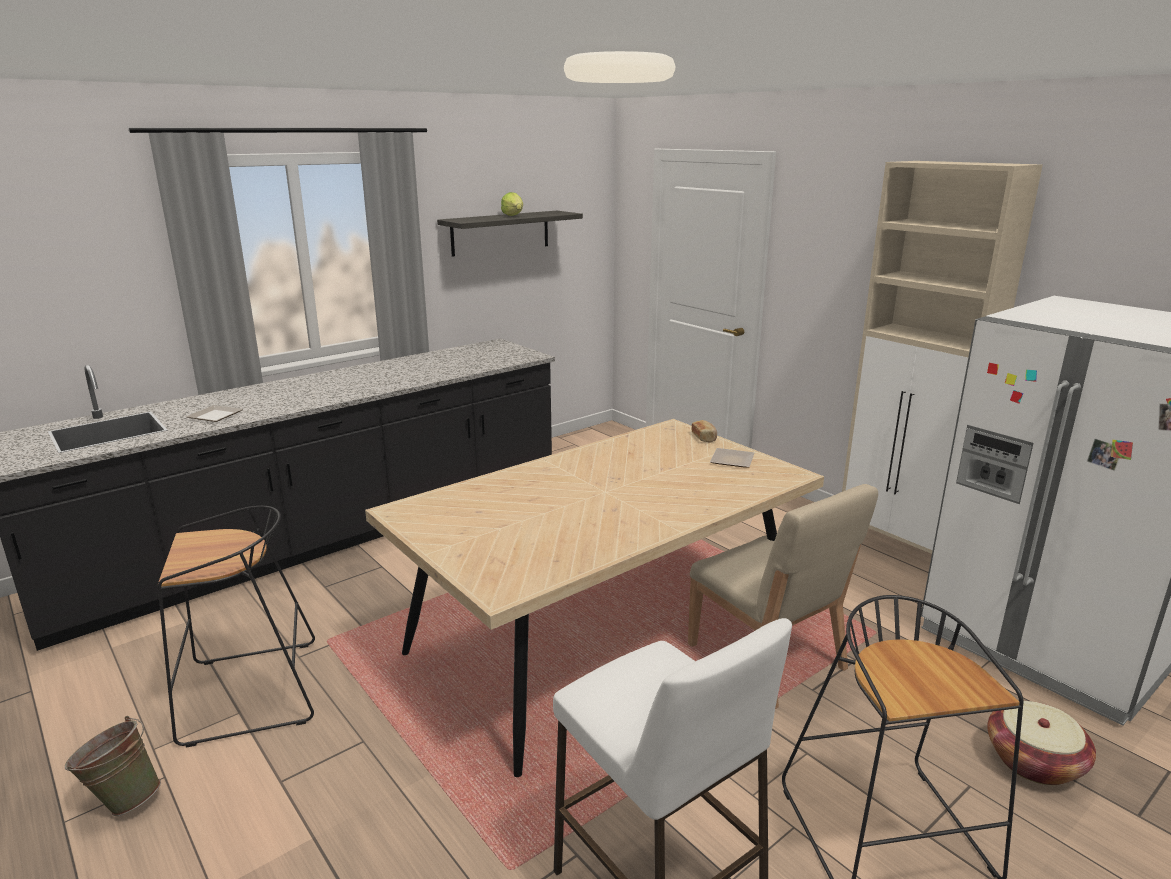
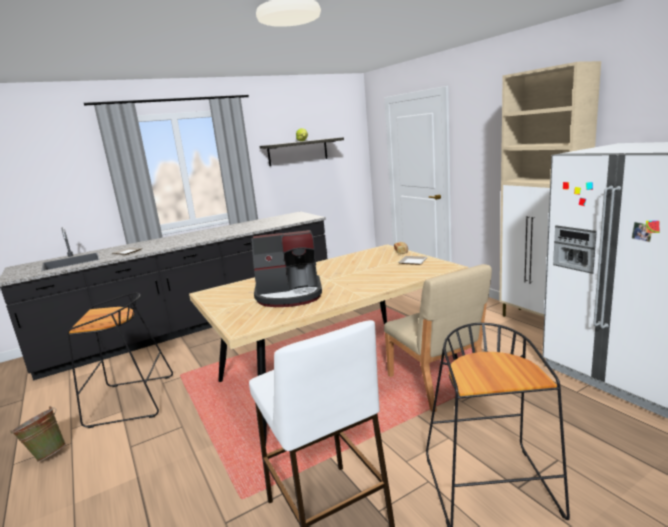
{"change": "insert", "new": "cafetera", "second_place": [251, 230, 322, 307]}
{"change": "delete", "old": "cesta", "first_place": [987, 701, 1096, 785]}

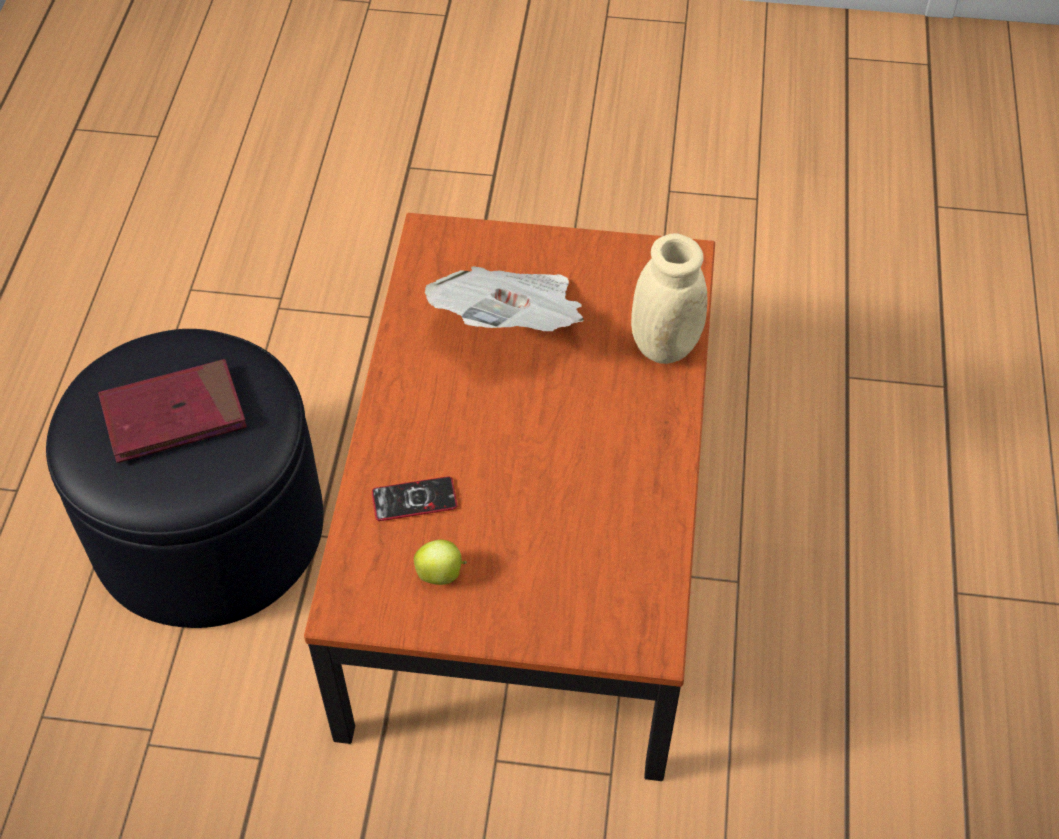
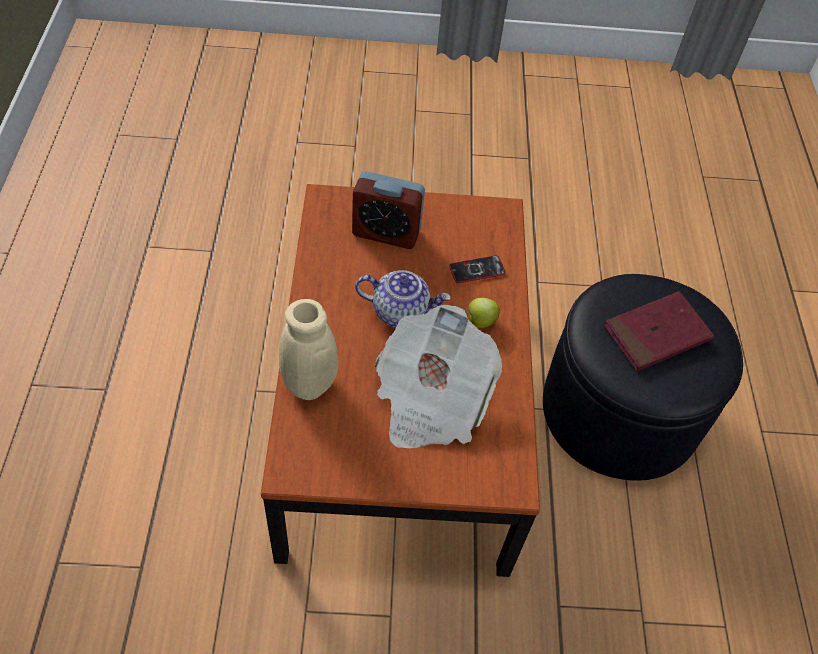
{"change": "insert", "new": "despertador", "second_place": [352, 171, 425, 249]}
{"change": "insert", "new": "tetera", "second_place": [355, 270, 451, 328]}
{"change": "move", "old": "manzana", "first_place": [414, 540, 467, 585], "second_place": [465, 298, 500, 328]}

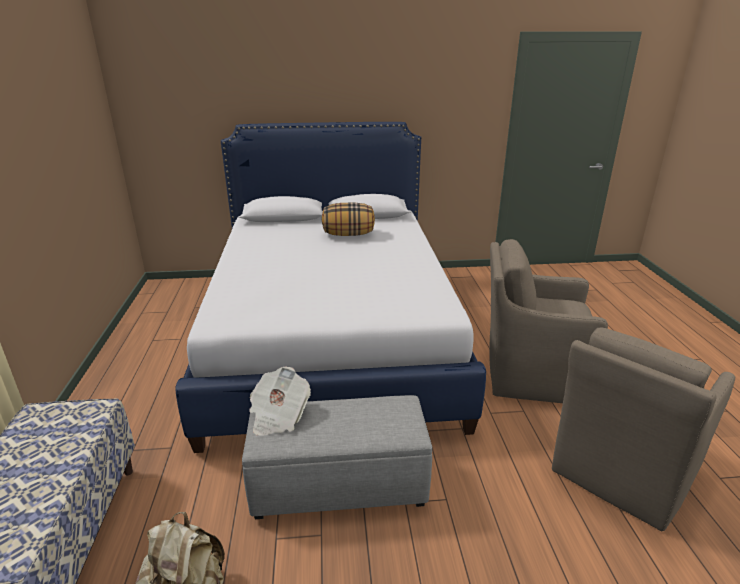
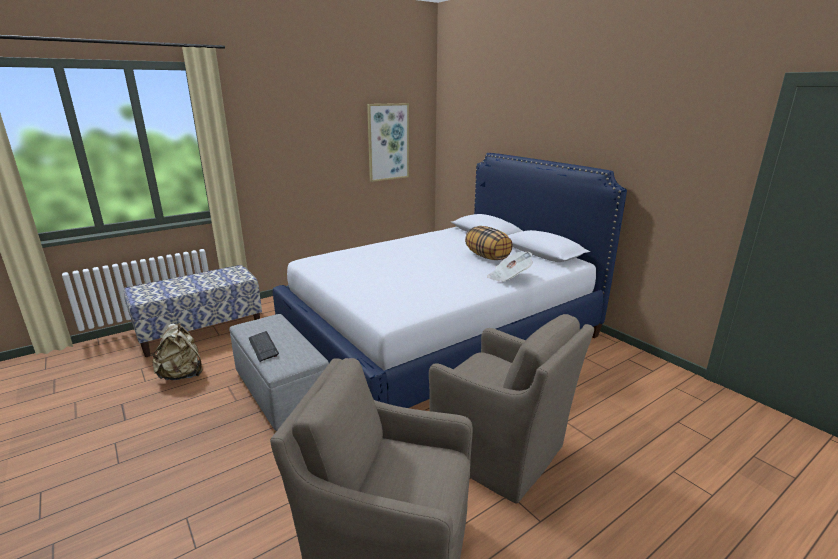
{"change": "insert", "new": "teclado", "second_place": [249, 331, 279, 362]}
{"change": "insert", "new": "cuadro", "second_place": [367, 103, 409, 182]}
{"change": "rotate", "old": "sillón/marrón", "first_place": [489, 239, 608, 403], "second_place": [429, 314, 594, 504], "degrees": 150}
{"change": "move", "old": "periódico", "first_place": [249, 367, 311, 436], "second_place": [487, 252, 533, 282]}

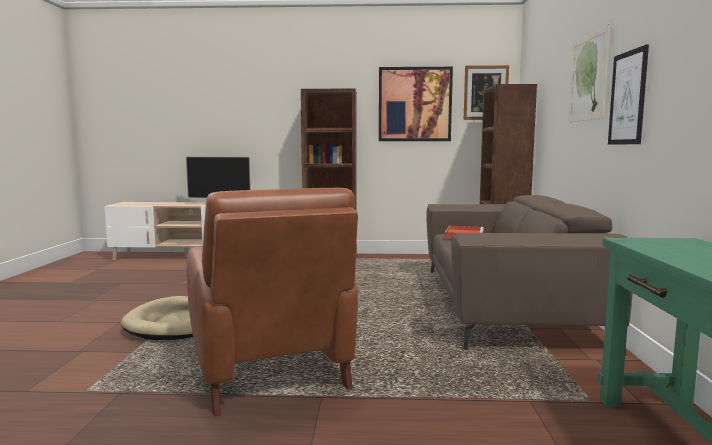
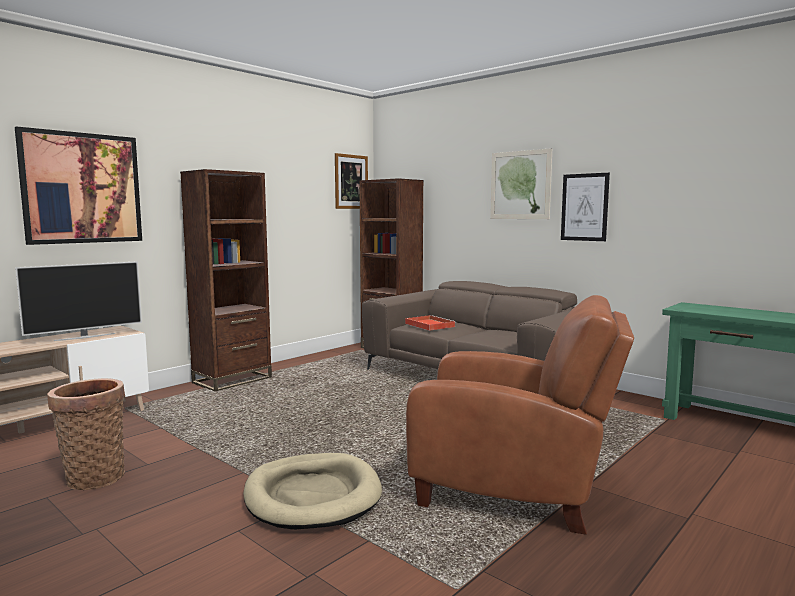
{"change": "move", "old": "cuadro", "first_place": [379, 67, 453, 141], "second_place": [15, 126, 142, 245]}
{"change": "insert", "new": "cesta", "second_place": [47, 378, 125, 490]}

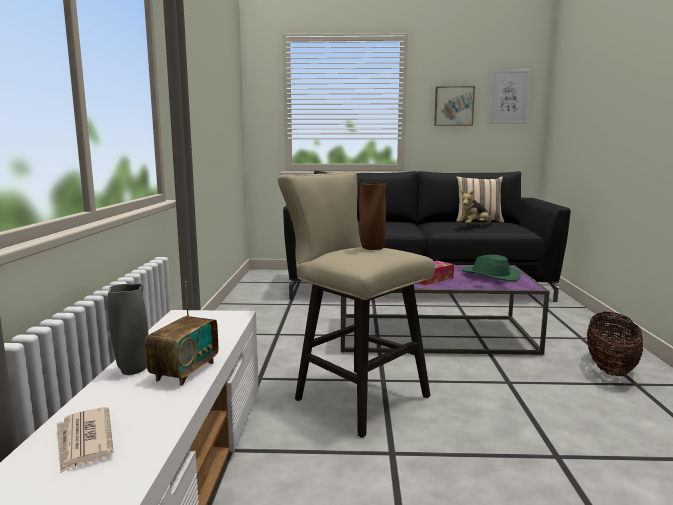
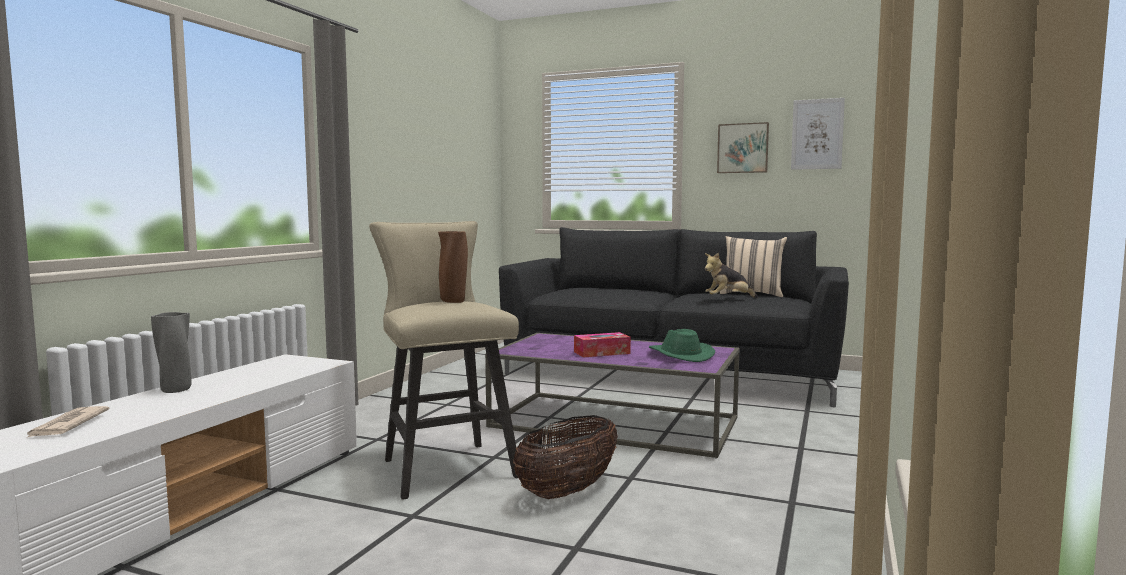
{"change": "move", "old": "cesta", "first_place": [587, 311, 643, 376], "second_place": [513, 415, 618, 499]}
{"change": "delete", "old": "radio", "first_place": [145, 281, 218, 386]}

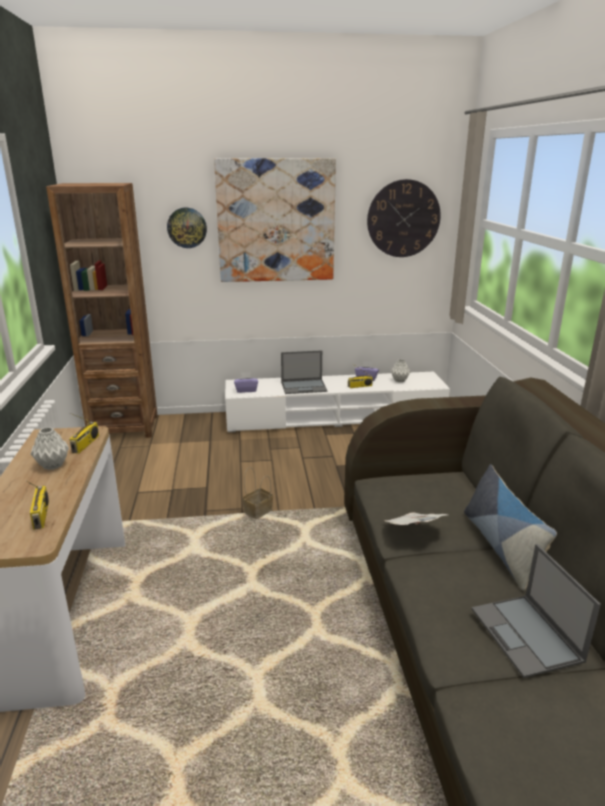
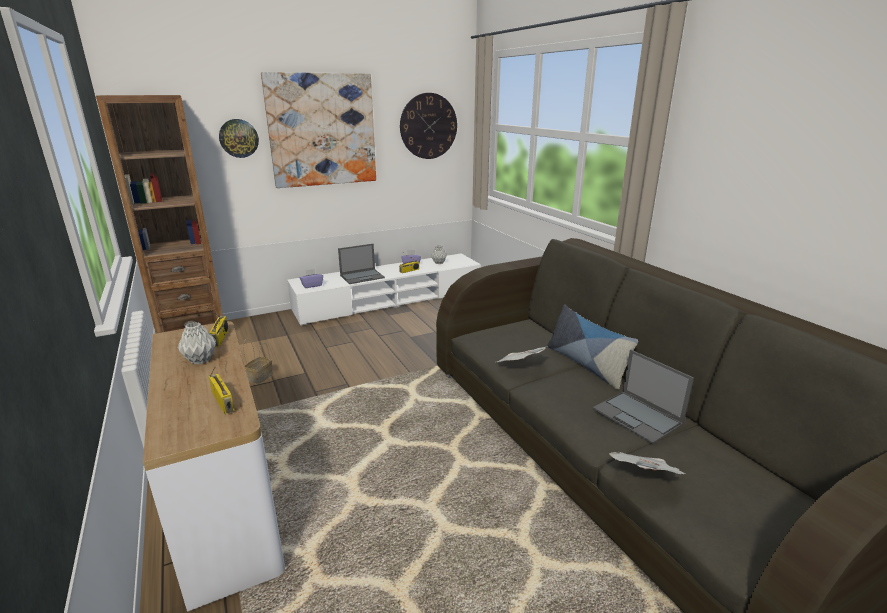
{"change": "move", "old": "cesta", "first_place": [242, 467, 273, 519], "second_place": [243, 339, 273, 384]}
{"change": "insert", "new": "periódico", "second_place": [609, 452, 686, 474]}

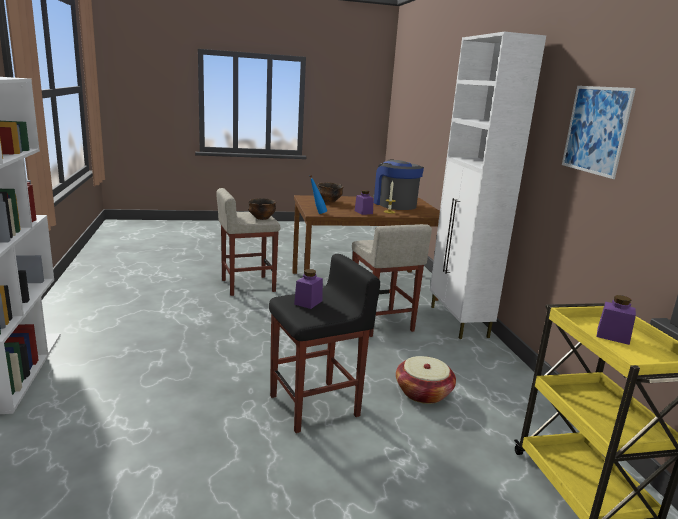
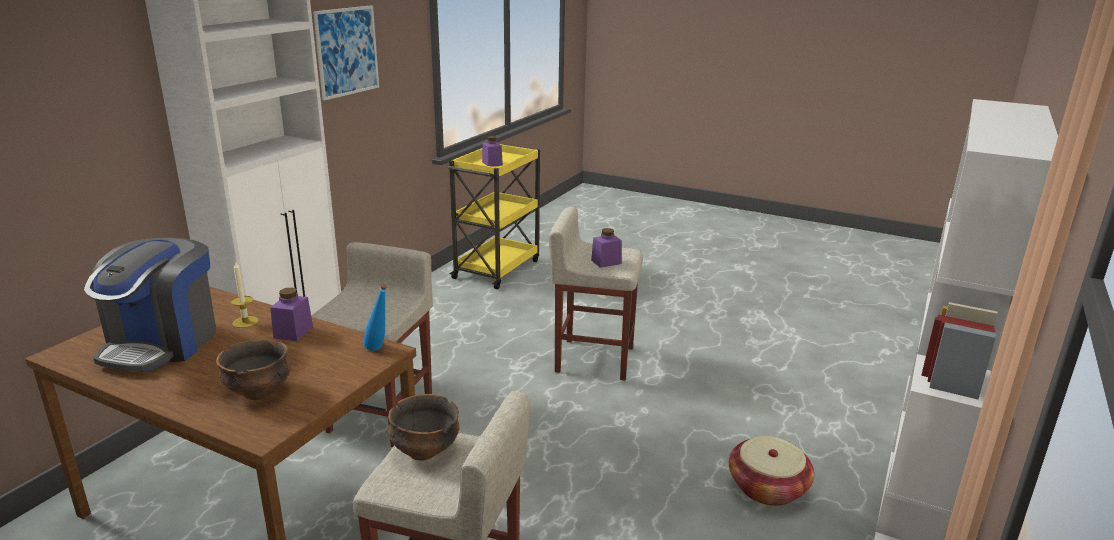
{"change": "recolor", "old": "taburete/negro", "new": "taburete/beis", "first_place": [269, 254, 380, 433], "second_place": [549, 207, 643, 381]}
{"change": "move", "old": "cesta", "first_place": [396, 356, 456, 404], "second_place": [729, 436, 814, 506]}

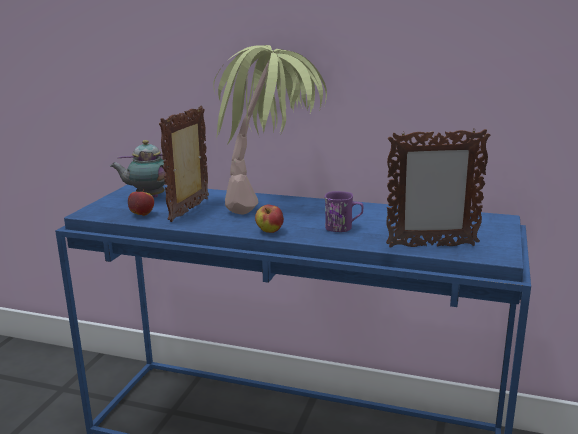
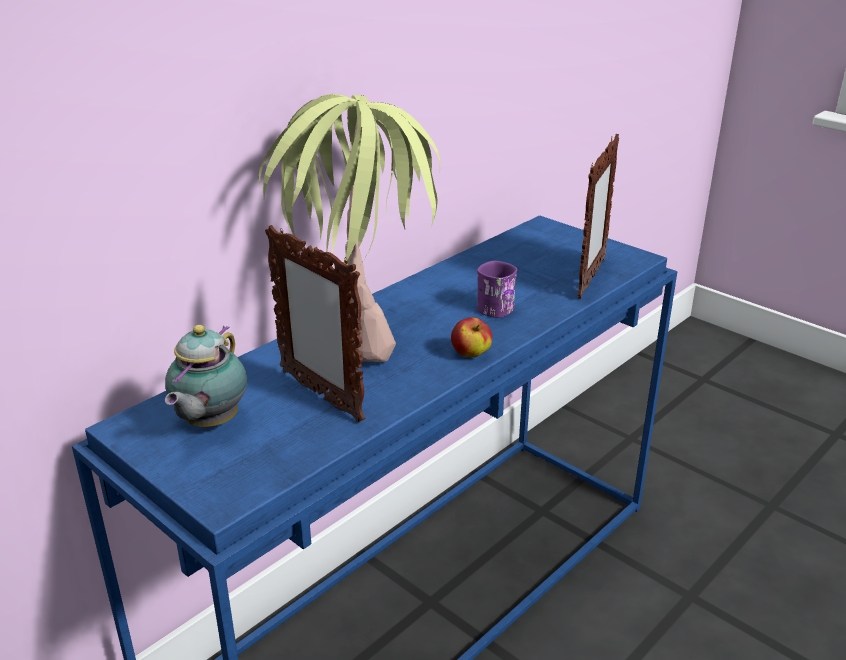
{"change": "delete", "old": "manzana", "first_place": [128, 189, 154, 216]}

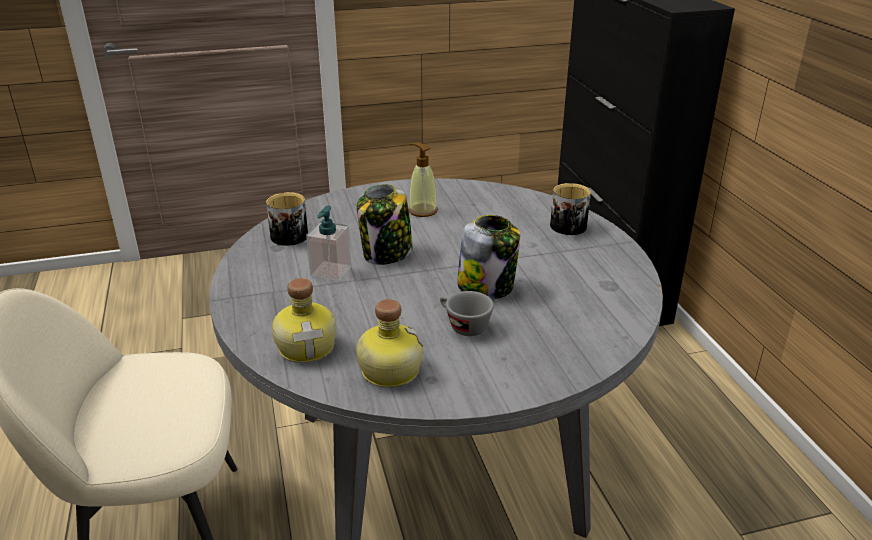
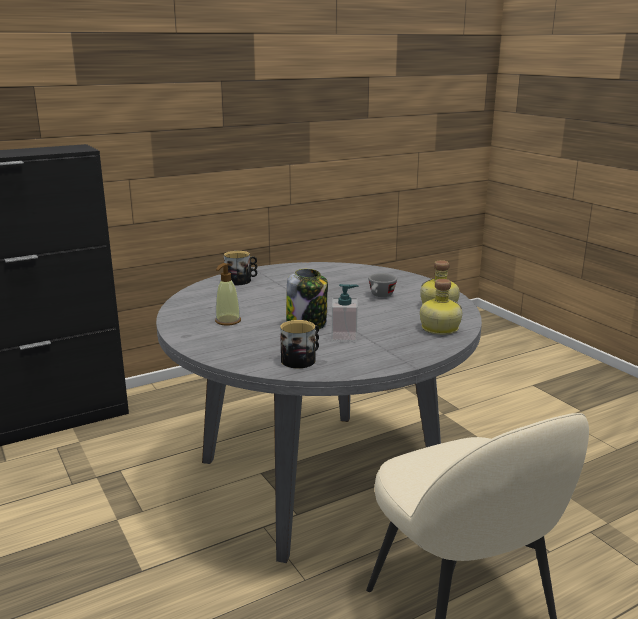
{"change": "delete", "old": "tarro", "first_place": [457, 215, 520, 299]}

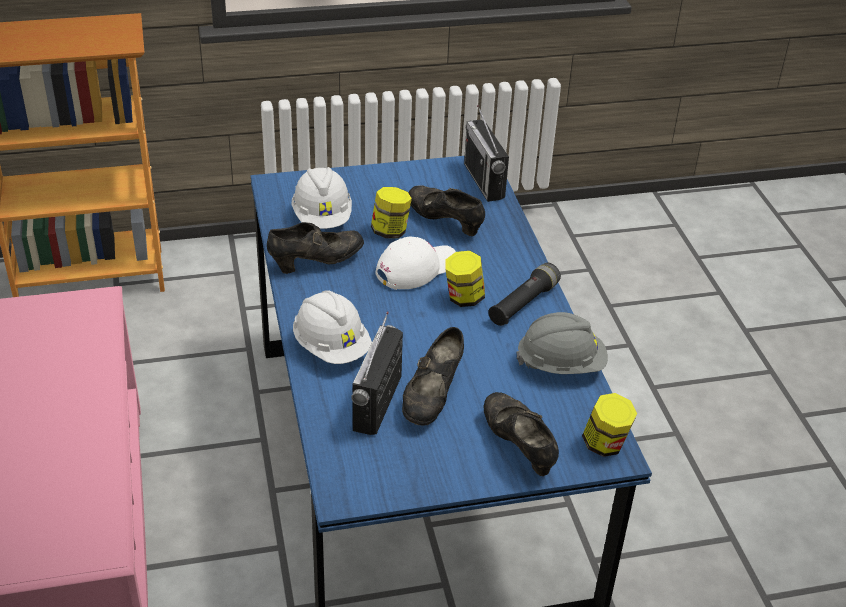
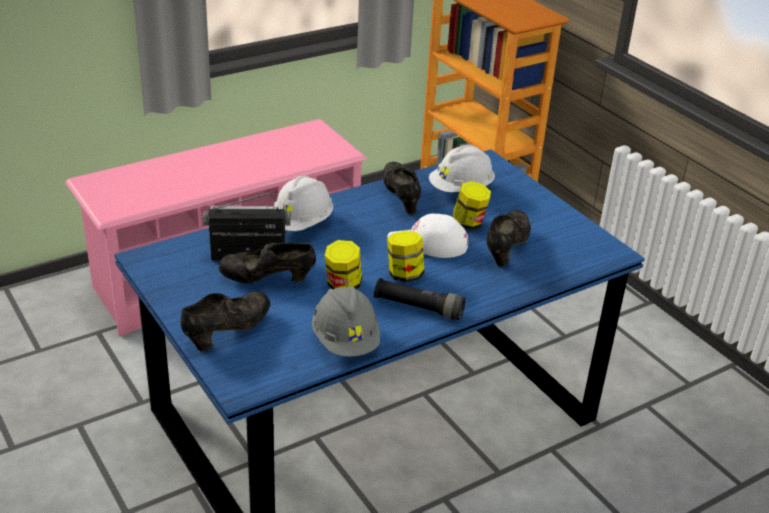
{"change": "move", "old": "tarro", "first_place": [582, 393, 637, 457], "second_place": [325, 240, 362, 289]}
{"change": "rotate", "old": "zapato/negro", "first_place": [267, 222, 364, 274], "second_place": [383, 162, 421, 215], "degrees": -150}
{"change": "rotate", "old": "gorra/blanco", "first_place": [375, 237, 456, 290], "second_place": [388, 213, 468, 258], "degrees": 150}
{"change": "delete", "old": "radio", "first_place": [464, 105, 509, 202]}

